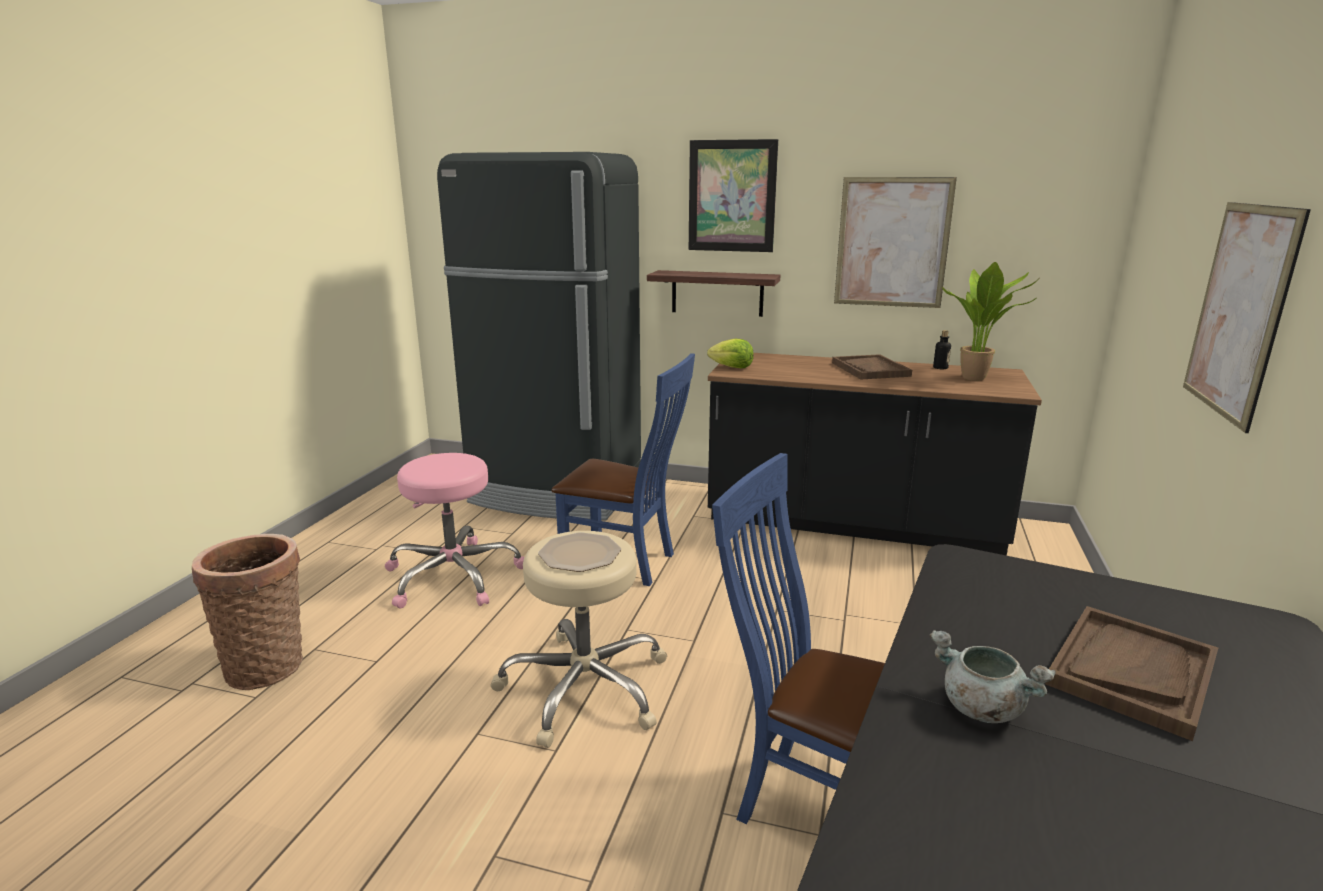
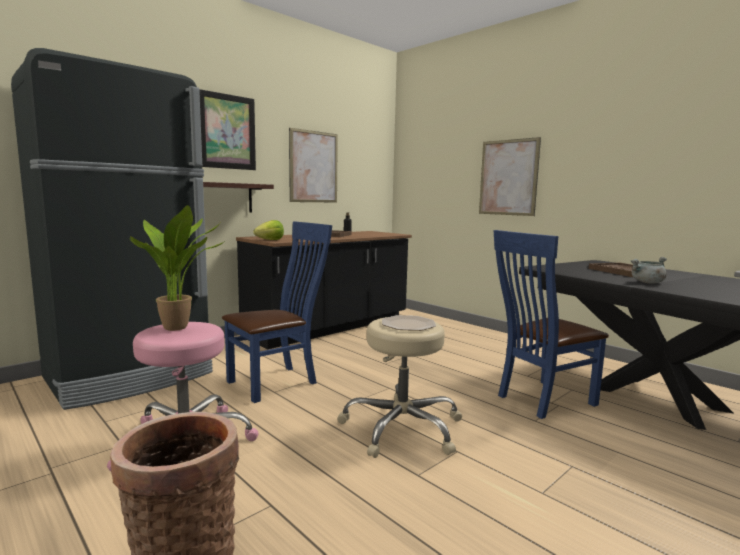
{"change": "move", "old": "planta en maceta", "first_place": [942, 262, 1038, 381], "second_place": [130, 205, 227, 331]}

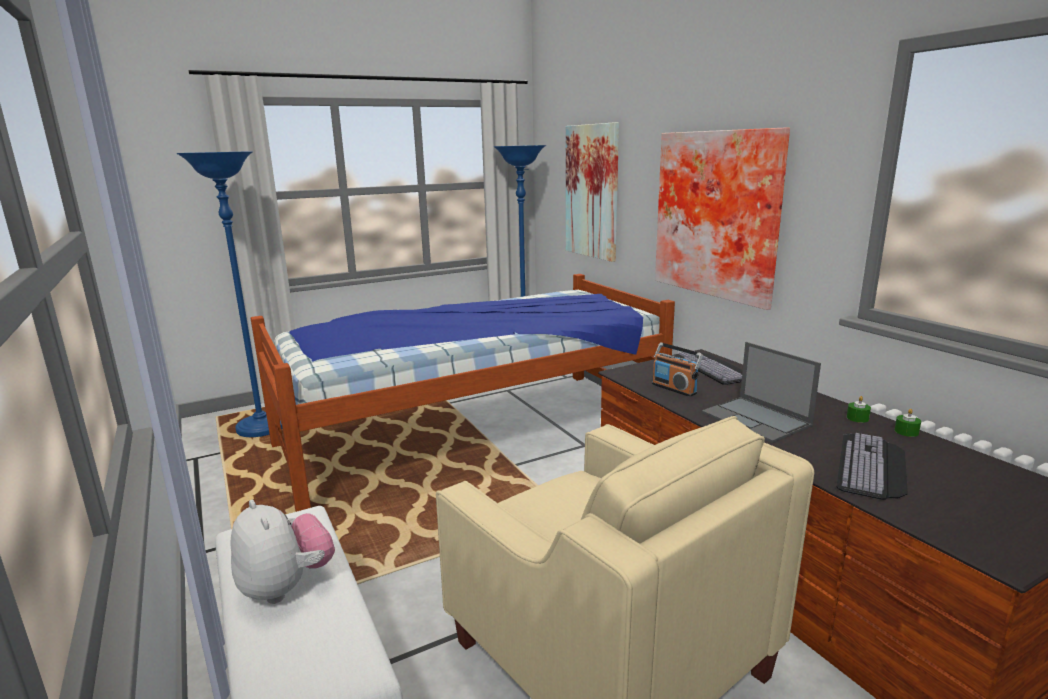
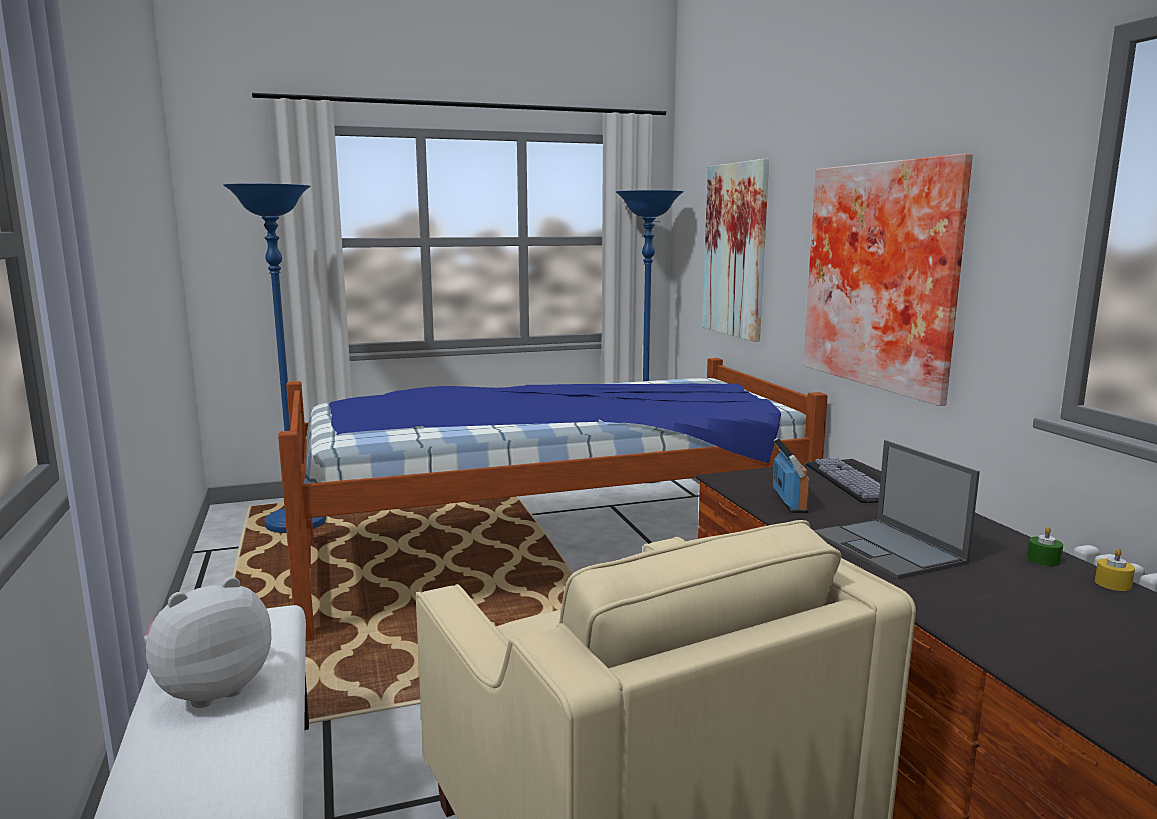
{"change": "rotate", "old": "peluche", "first_place": [230, 500, 335, 604], "second_place": [144, 577, 272, 708], "degrees": -105}
{"change": "rotate", "old": "radio", "first_place": [652, 342, 703, 397], "second_place": [773, 438, 810, 513], "degrees": -150}
{"change": "recolor", "old": "vela/verde", "new": "vela/amarillo", "first_place": [894, 409, 921, 437], "second_place": [1095, 549, 1135, 591]}
{"change": "delete", "old": "teclado", "first_place": [837, 433, 908, 500]}

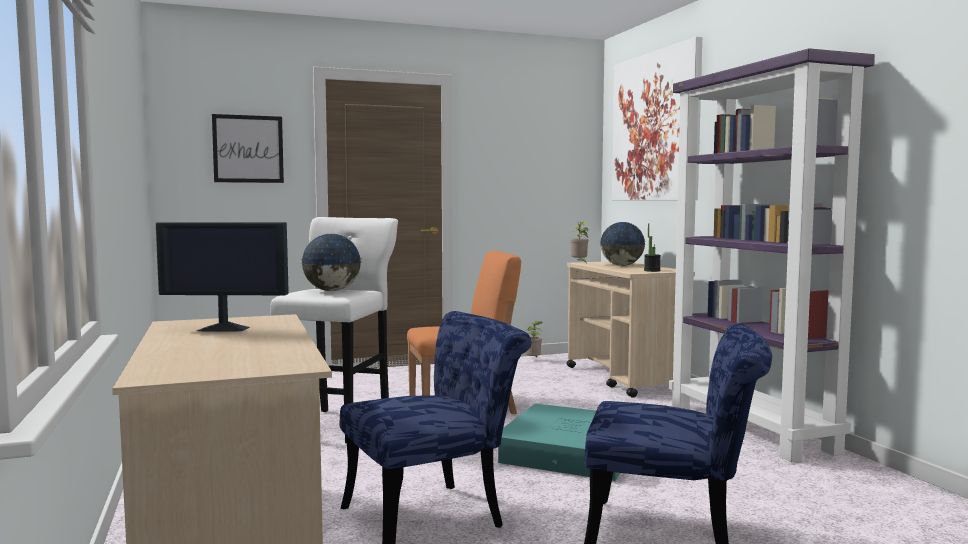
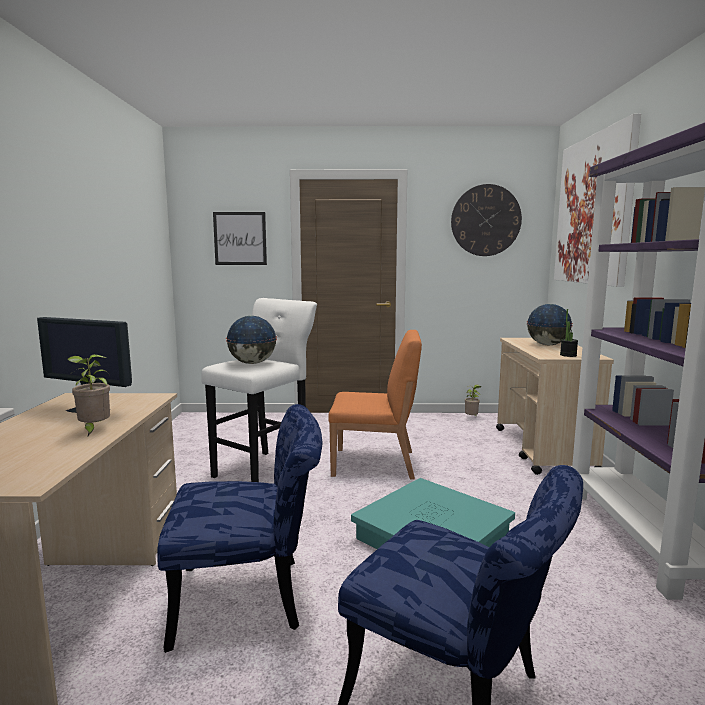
{"change": "move", "old": "planta en maceta", "first_place": [570, 221, 589, 262], "second_place": [67, 354, 110, 436]}
{"change": "insert", "new": "reloj de pared", "second_place": [451, 184, 522, 256]}

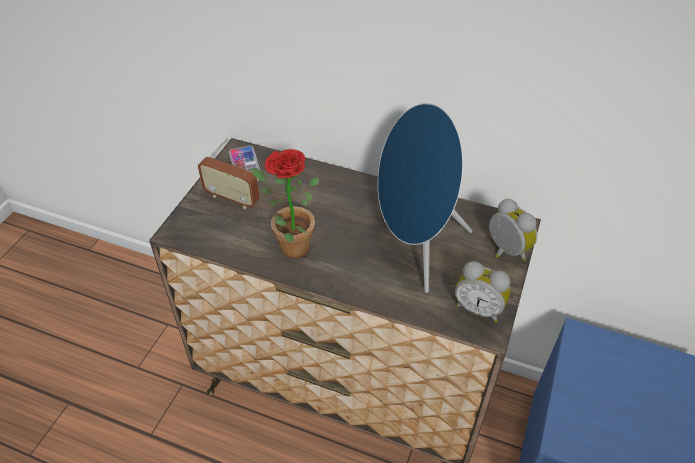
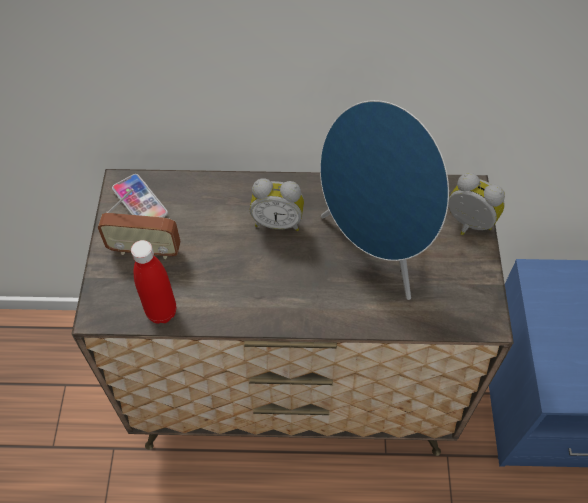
{"change": "insert", "new": "botella/rojo", "second_place": [131, 240, 176, 324]}
{"change": "move", "old": "despertador", "first_place": [455, 261, 510, 323], "second_place": [250, 178, 304, 231]}
{"change": "delete", "old": "planta en maceta", "first_place": [251, 149, 319, 258]}

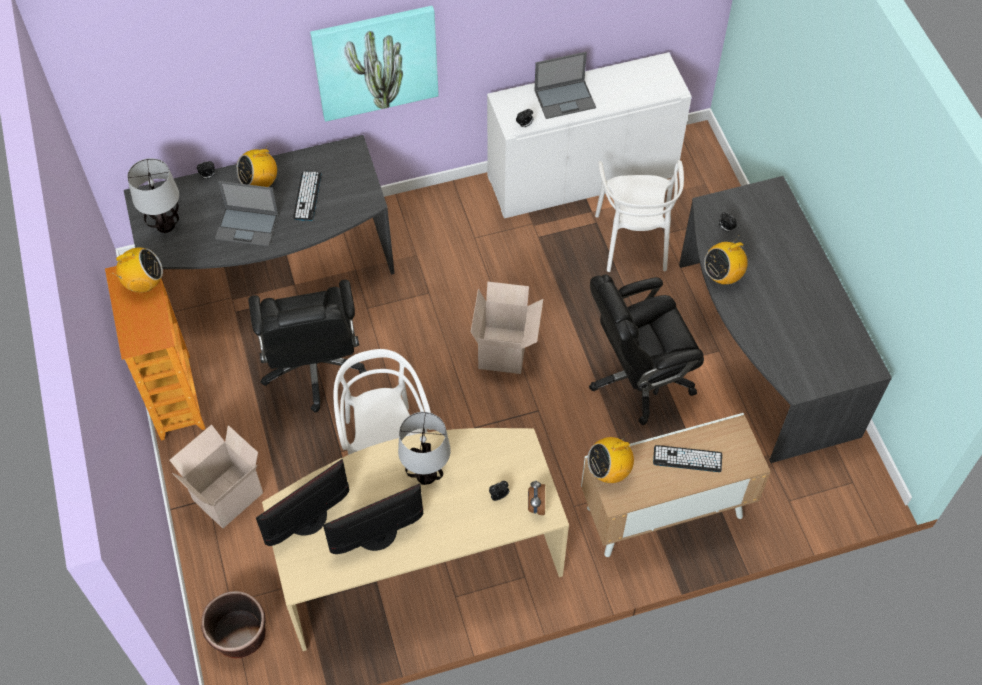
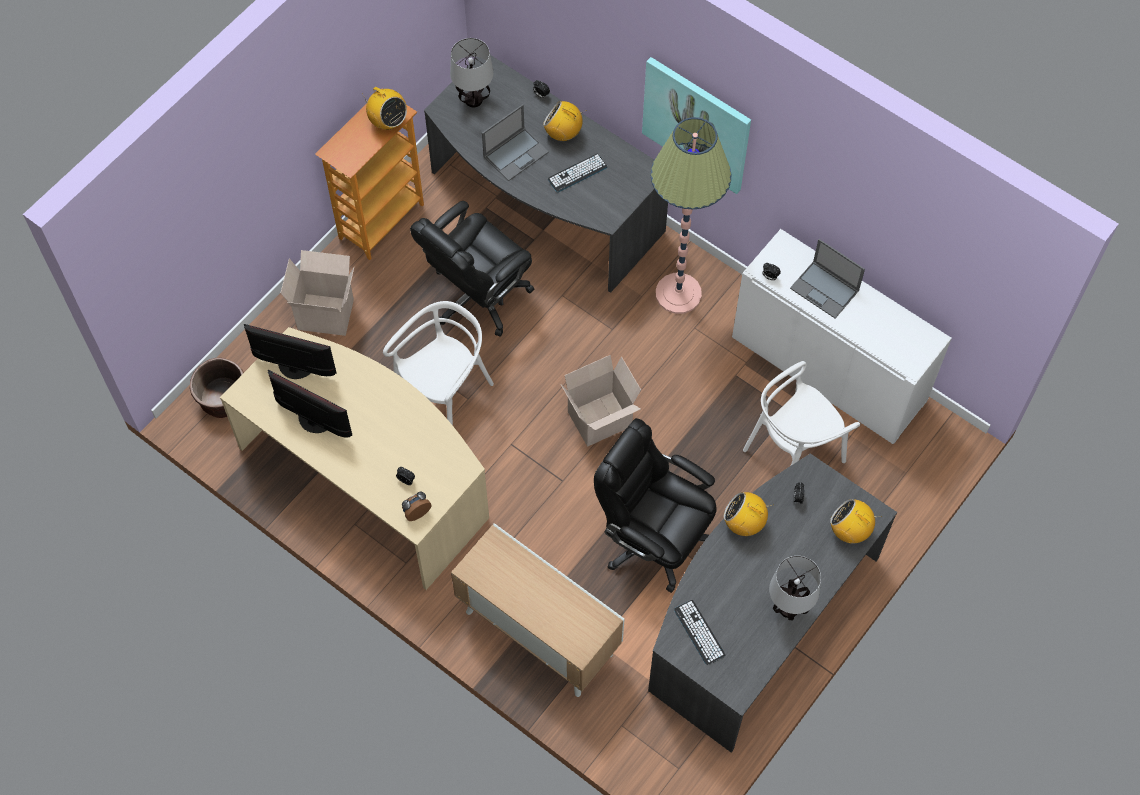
{"change": "rotate", "old": "portátil", "first_place": [215, 181, 279, 247], "second_place": [482, 104, 549, 181], "degrees": -105}
{"change": "insert", "new": "lámpara de pie", "second_place": [651, 117, 731, 314]}
{"change": "move", "old": "teclado", "first_place": [653, 445, 722, 472], "second_place": [674, 600, 725, 665]}
{"change": "move", "old": "lámpara de mesa", "first_place": [398, 412, 451, 485], "second_place": [769, 556, 821, 620]}
{"change": "move", "old": "radio", "first_place": [588, 435, 634, 483], "second_place": [830, 499, 882, 543]}

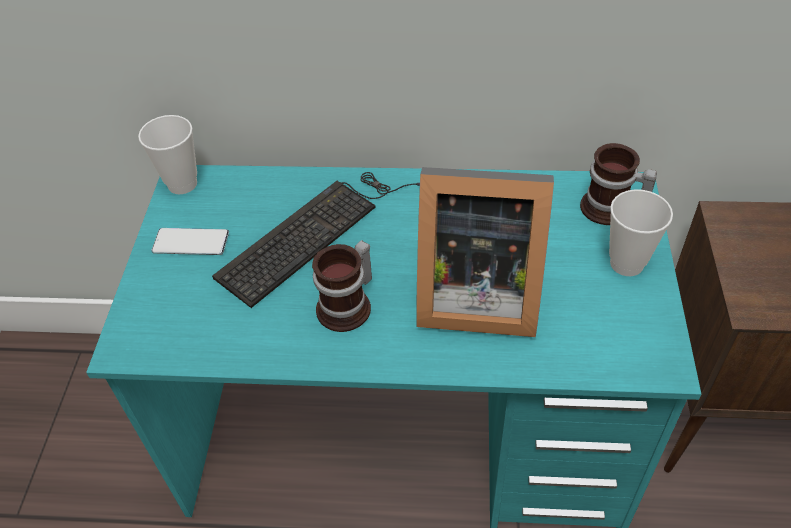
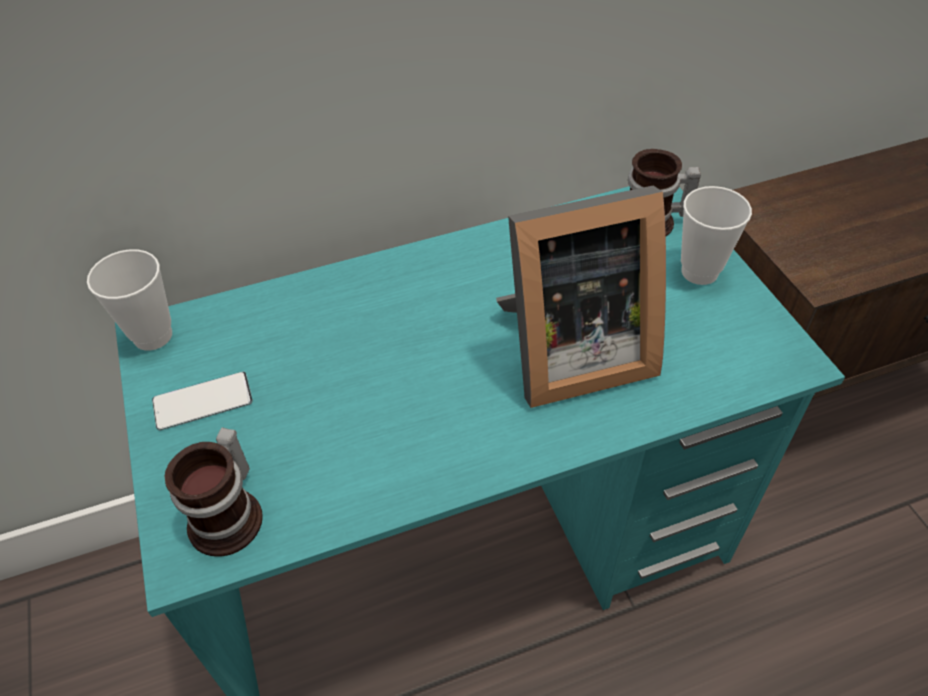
{"change": "move", "old": "taza grande", "first_place": [312, 240, 372, 332], "second_place": [165, 427, 263, 557]}
{"change": "delete", "old": "teclado", "first_place": [212, 172, 420, 308]}

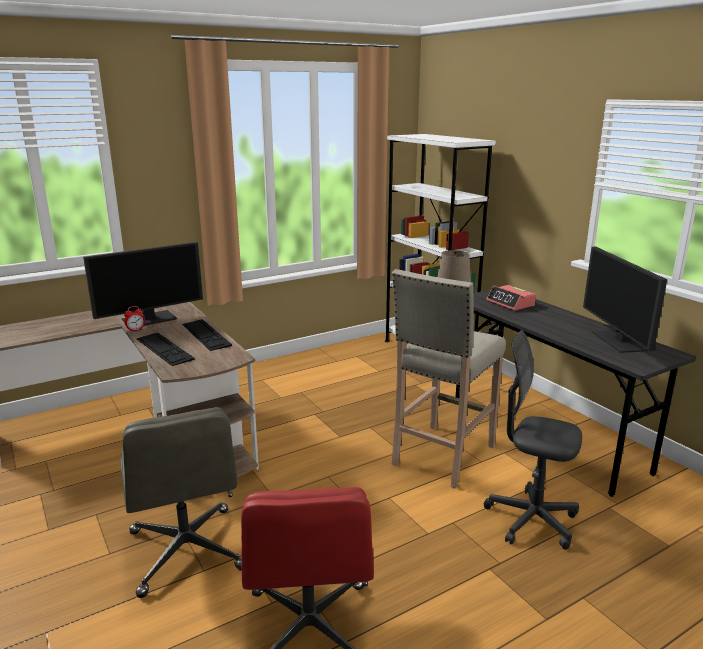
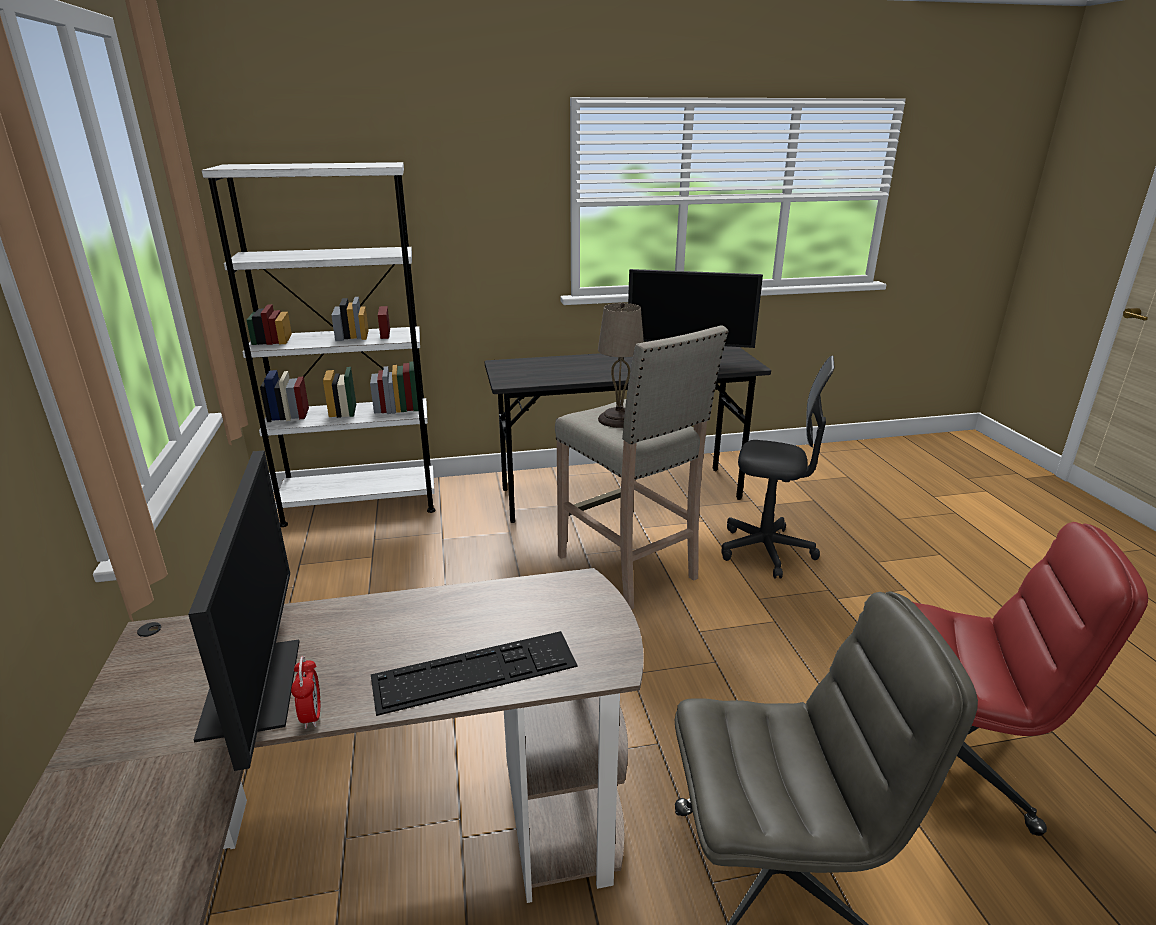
{"change": "rotate", "old": "silla de oficina/gris", "first_place": [484, 330, 582, 550], "second_place": [721, 356, 835, 579], "degrees": -120}
{"change": "delete", "old": "teclado", "first_place": [182, 319, 232, 351]}
{"change": "delete", "old": "despertador", "first_place": [486, 285, 536, 311]}

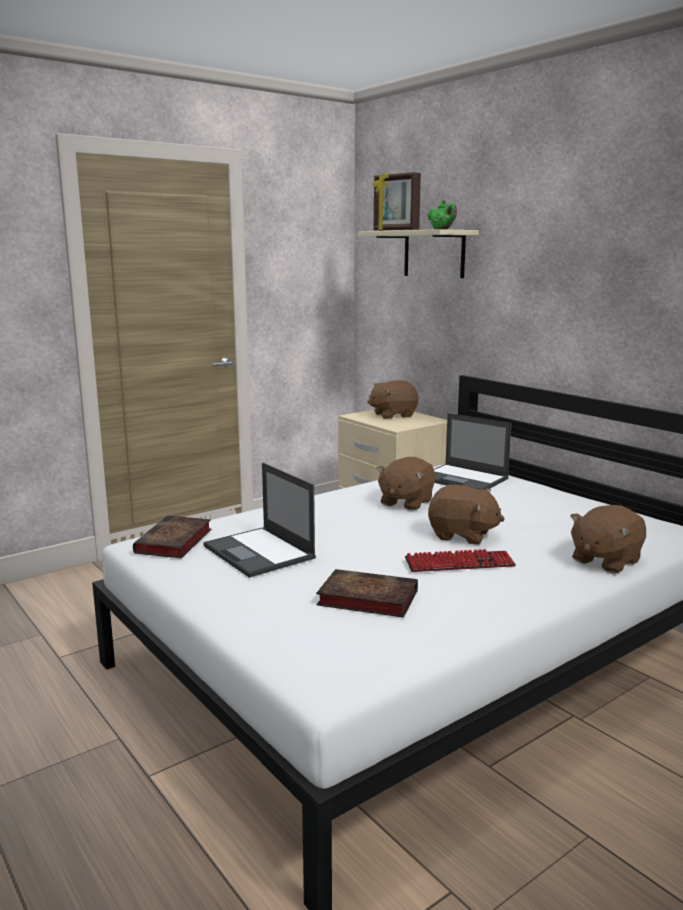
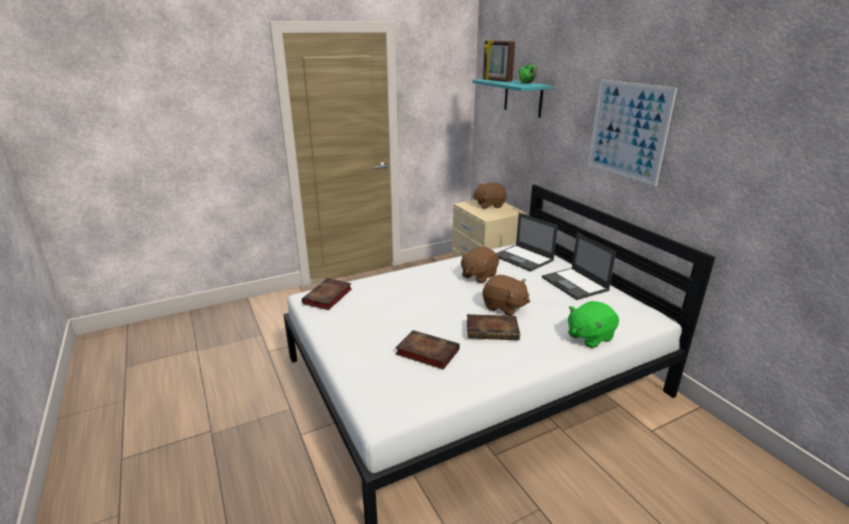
{"change": "replace", "old": "teclado", "new": "libro", "first_place": [405, 549, 516, 572], "second_place": [467, 314, 520, 340]}
{"change": "recolor", "old": "estante/beis", "new": "estante/turquesa", "first_place": [358, 229, 479, 278], "second_place": [472, 79, 552, 118]}
{"change": "move", "old": "portátil", "first_place": [203, 463, 316, 578], "second_place": [542, 233, 616, 300]}
{"change": "recolor", "old": "peluche/marrón", "new": "peluche/verde", "first_place": [570, 505, 646, 573], "second_place": [568, 301, 619, 348]}
{"change": "insert", "new": "cuadro", "second_place": [588, 79, 677, 186]}

